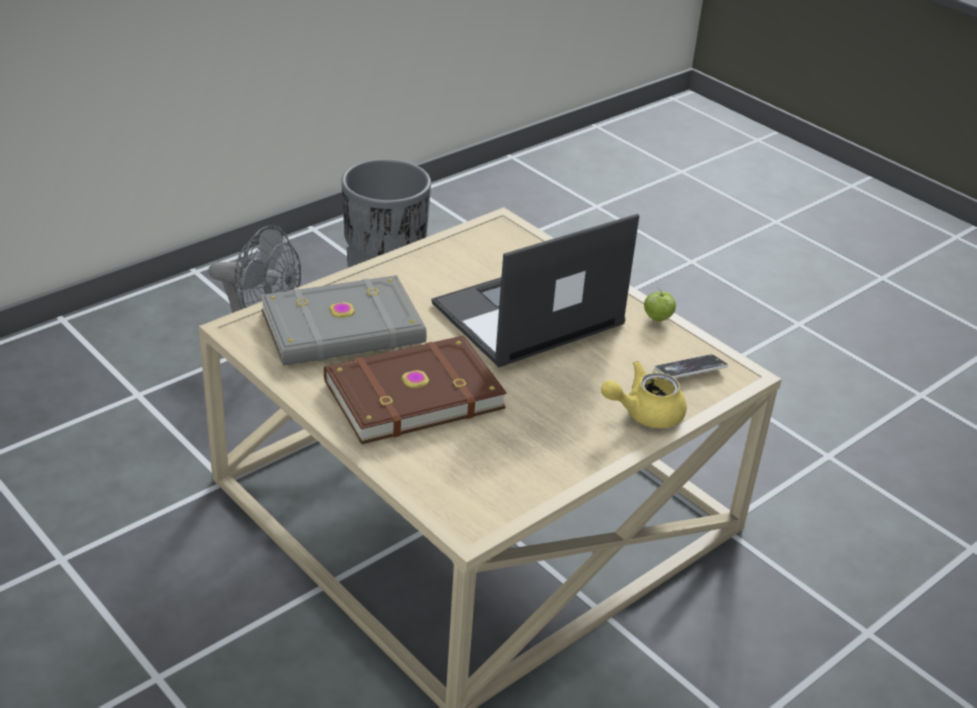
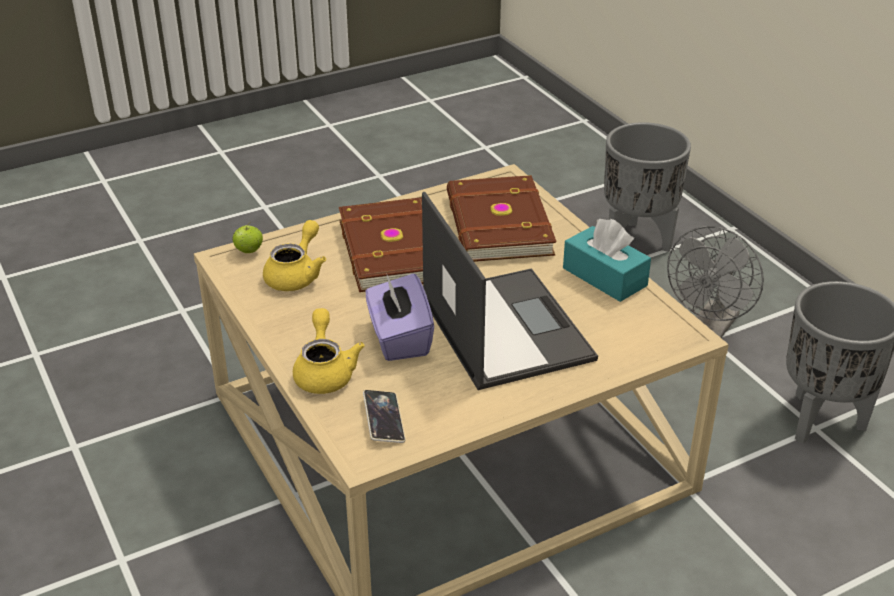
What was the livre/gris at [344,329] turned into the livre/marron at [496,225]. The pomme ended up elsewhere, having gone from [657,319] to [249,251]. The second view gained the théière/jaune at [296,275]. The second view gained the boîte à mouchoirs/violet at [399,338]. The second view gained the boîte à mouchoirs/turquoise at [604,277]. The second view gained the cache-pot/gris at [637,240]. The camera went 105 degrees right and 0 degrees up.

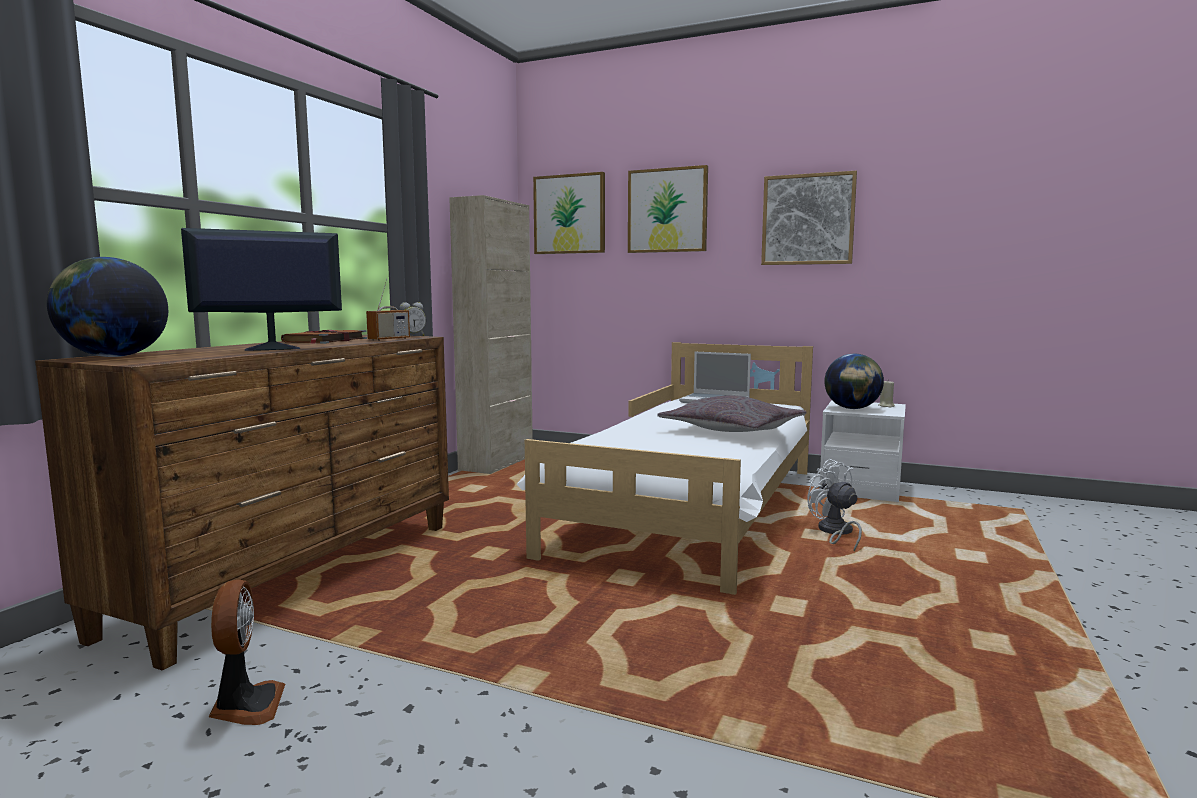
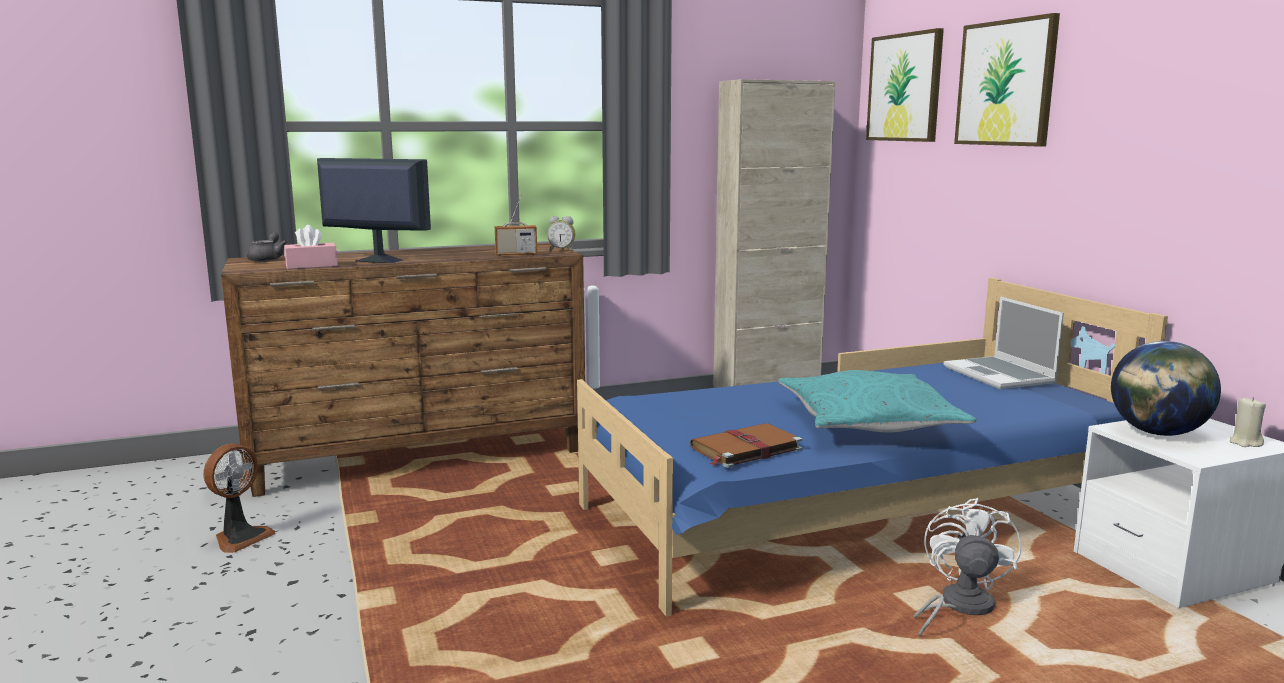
Where the globe stood at [114,356], the théière/gris came to stand at [267,259]. The livre/marron ended up elsewhere, having gone from [325,340] to [744,449]. What was the lit/blanc at [695,509] turned into the lit/bleu at [853,514]. What was the coussin/gris at [731,430] turned into the coussin/turquoise at [868,421]. The second view lost the tableau at [808,219]. The second view gained the boîte à mouchoirs/rose at [311,265]. The camera went 45 degrees right and 5 degrees up.

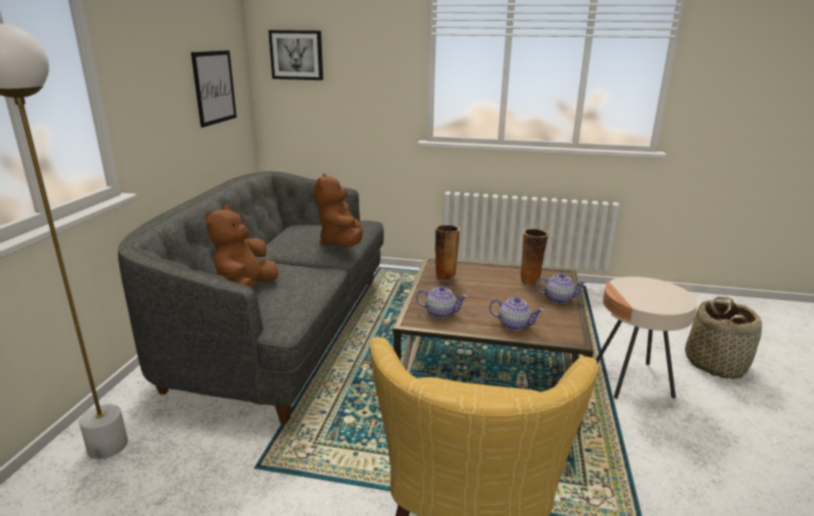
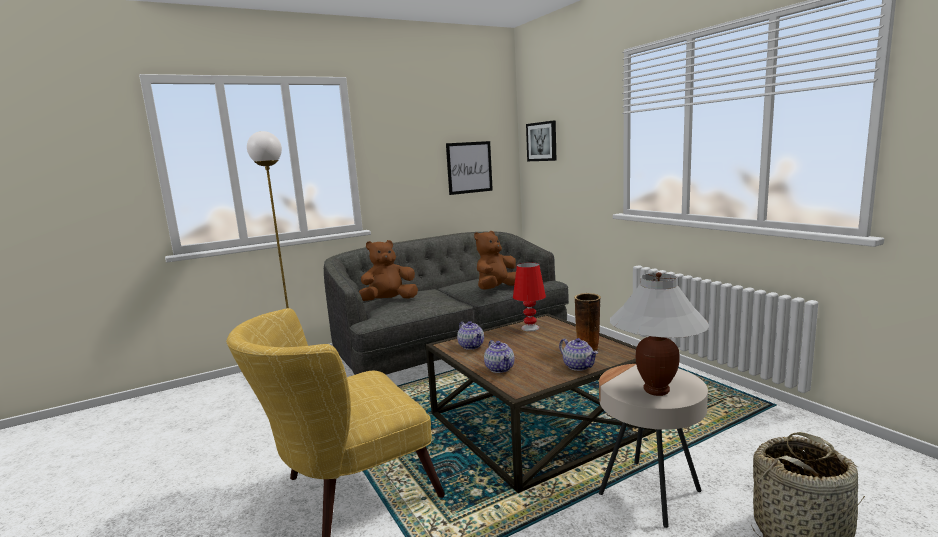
Where the vase stood at [445,277], the lampe de table/rouge came to stand at [530,328]. The second view gained the lampe de table/blanc at [656,390]. The camera went 50 degrees right and 10 degrees down.

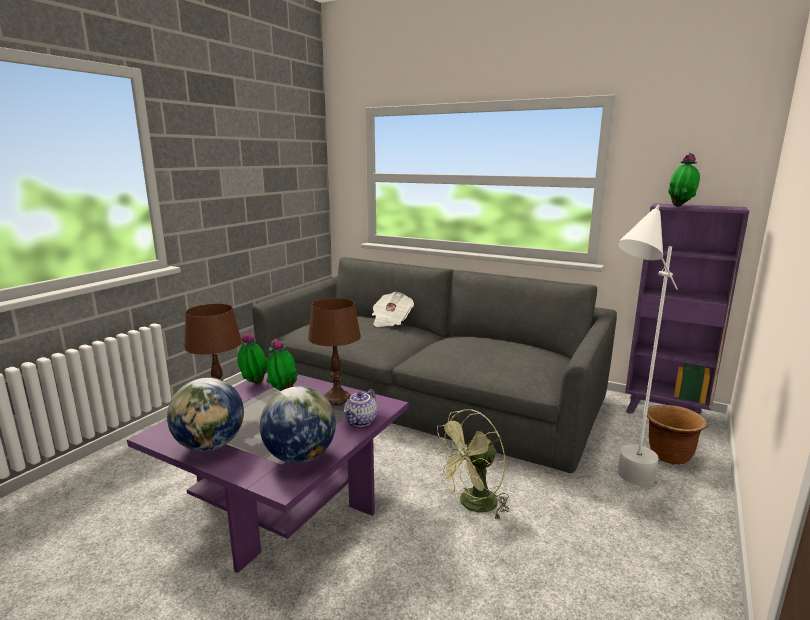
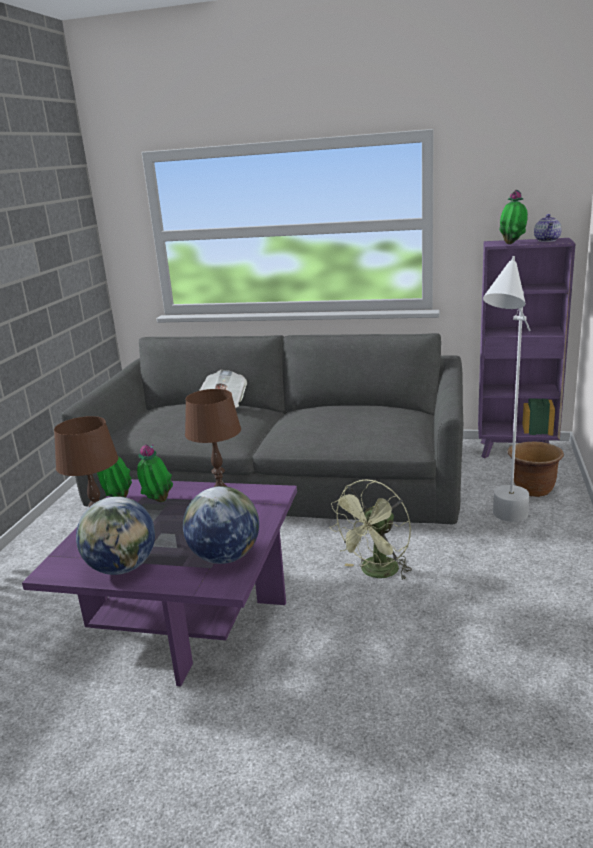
The théière ended up elsewhere, having gone from [361,421] to [547,240]. The camera went 15 degrees left and 5 degrees up.

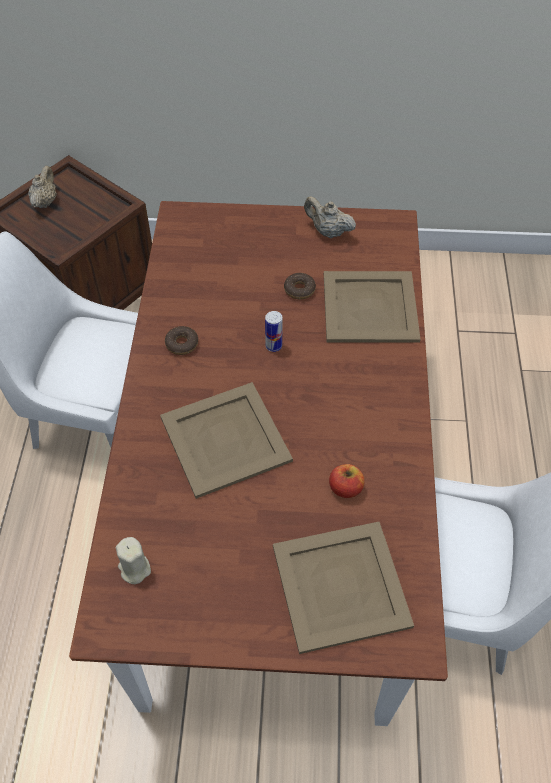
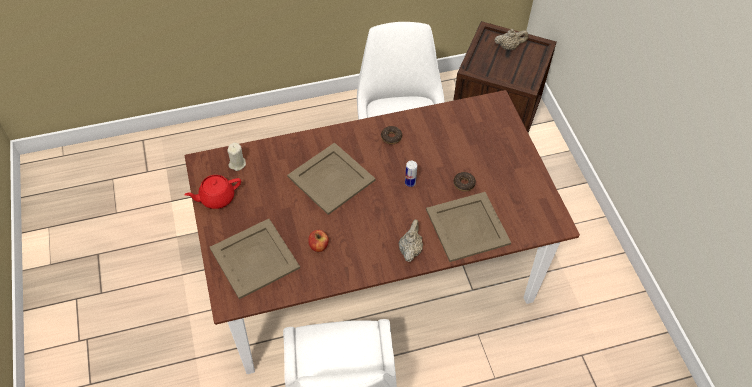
The théière/beige ended up elsewhere, having gone from [328,232] to [410,249]. The second view gained the théière/rouge at [216,198]. The camera went 70 degrees right and 0 degrees up.

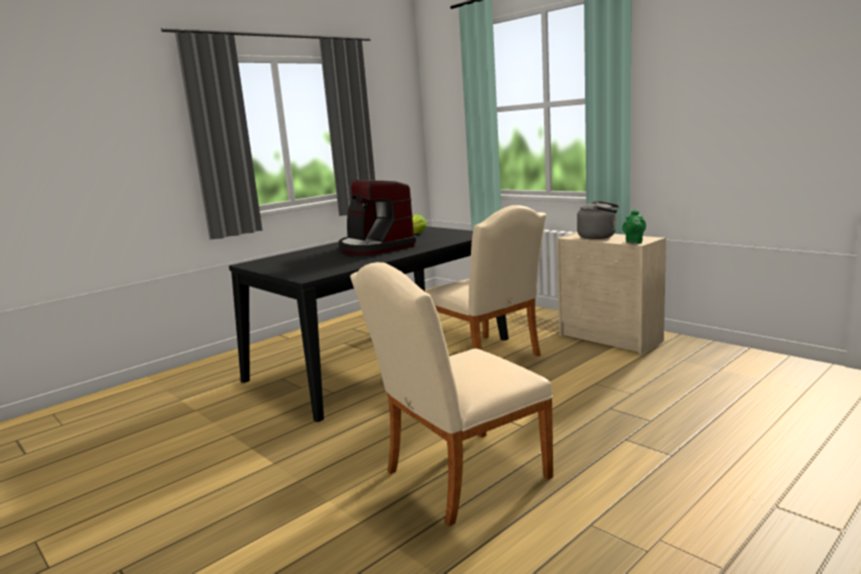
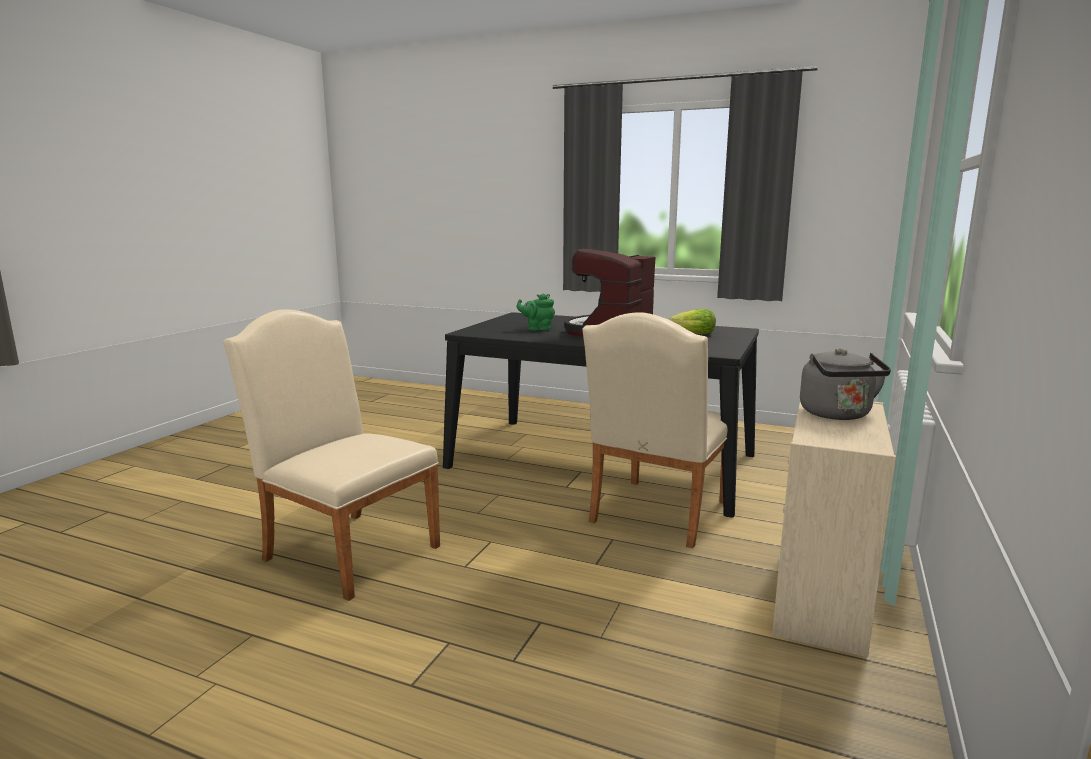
The théière/vert ended up elsewhere, having gone from [633,242] to [537,329]. The camera went 65 degrees right and 0 degrees up.

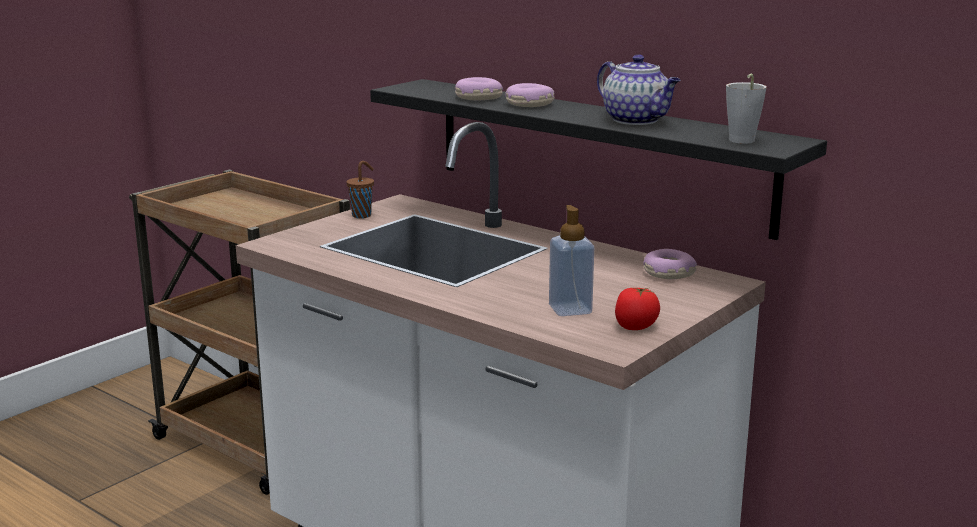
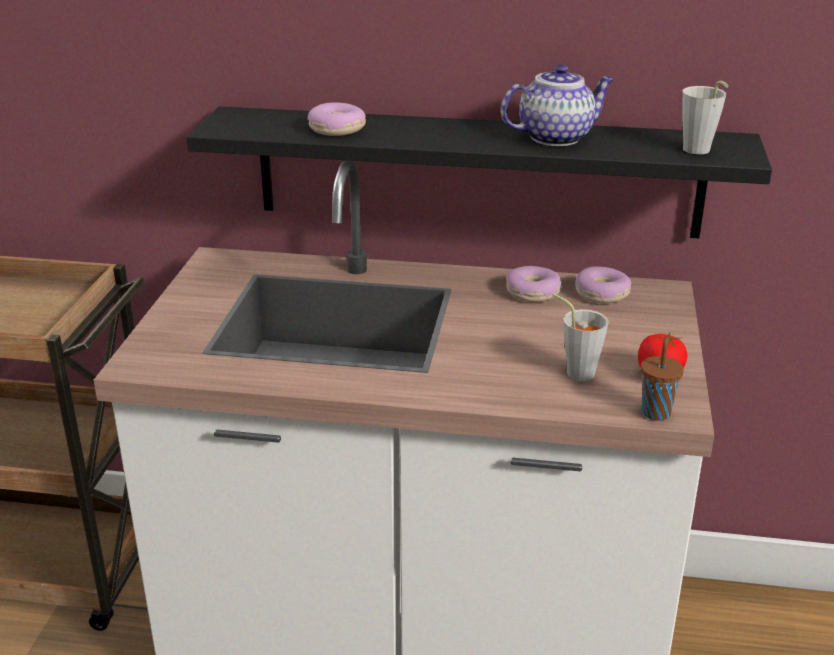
The tasse/marron ended up elsewhere, having gone from [362,215] to [656,412]. The beignet ended up elsewhere, having gone from [529,104] to [533,293]. Where the distributeur de savon stood at [570,309], the tasse/gris came to stand at [575,371]. The théière at [637,120] ended up facing another way, 45 degrees counterclockwise from before. The camera went 30 degrees left and 10 degrees up.

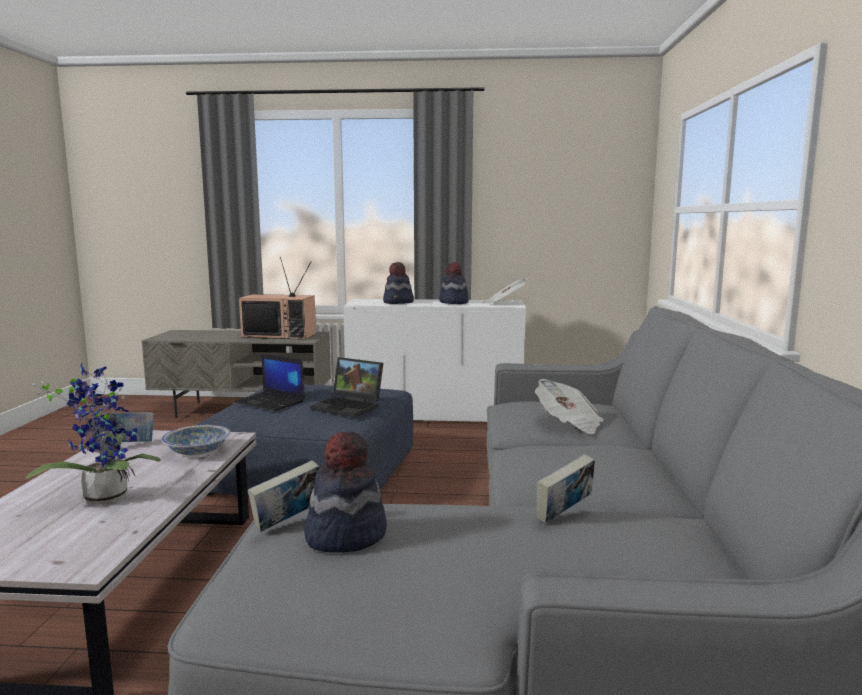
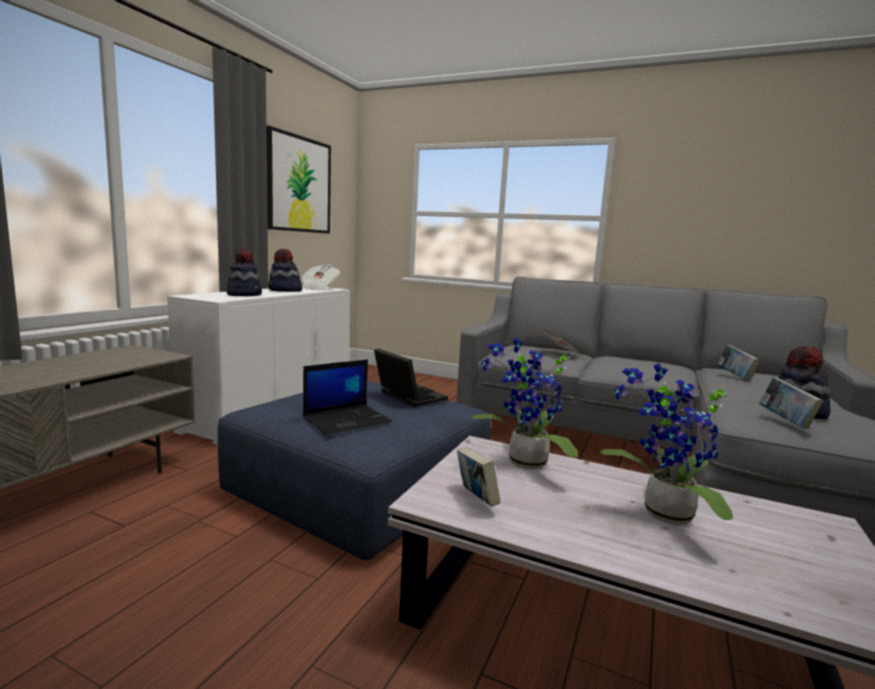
Where the bol stood at [197,451], the plante en pot came to stand at [523,464]. The second view lost the téléviseur at [280,335]. The ordinateur portable at [350,406] ended up facing another way, 90 degrees counterclockwise from before. The second view gained the tableau at [299,184]. The camera went 70 degrees left and 0 degrees up.

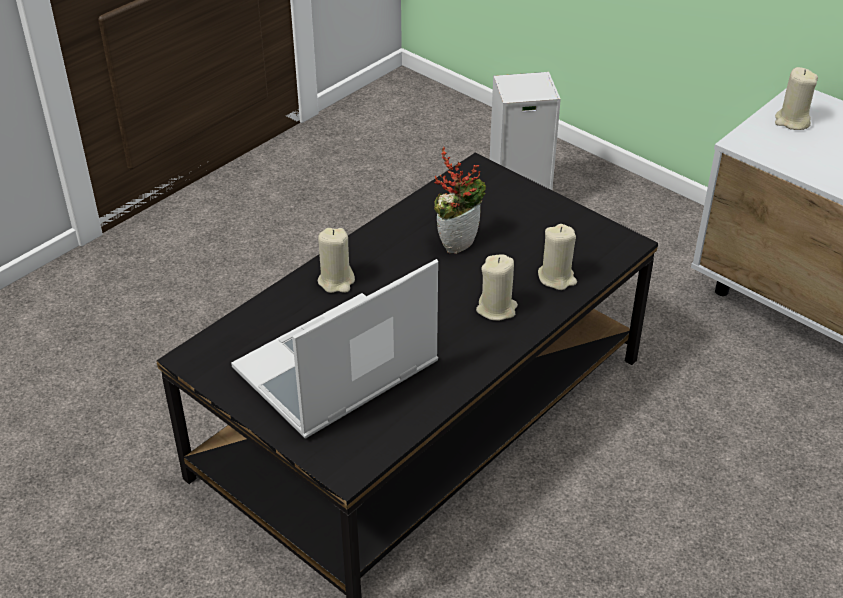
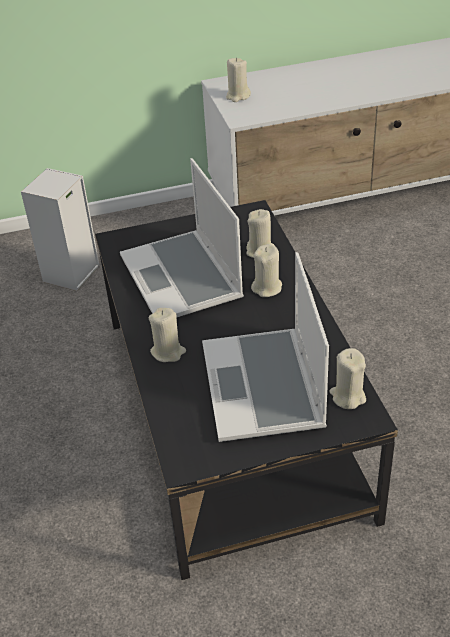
Where the plante en pot stood at [457,242], the ordinateur portable came to stand at [183,278]. The second view gained the bougie/beige at [347,396]. The camera went 55 degrees left and 0 degrees up.

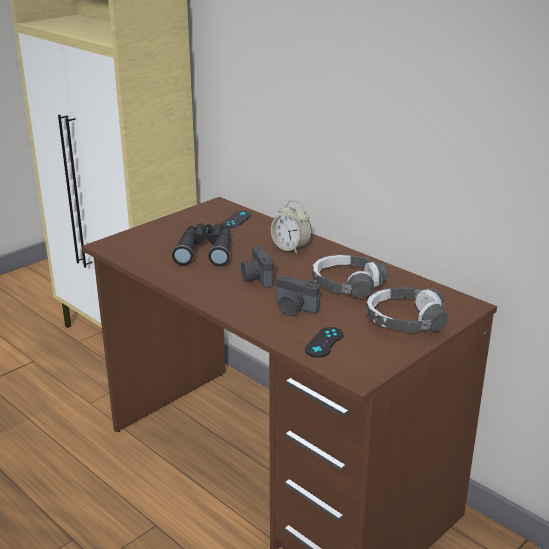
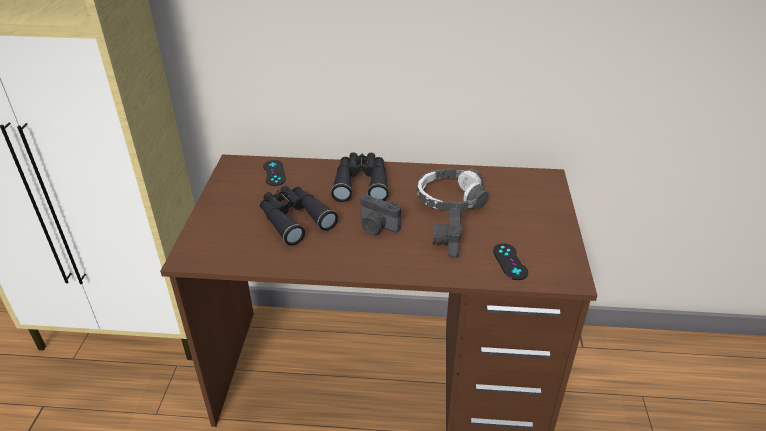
Where the réveil stood at [291,248], the jumelles/noir came to stand at [361,183]. The appareil photo at [294,309] ended up facing another way, 105 degrees clockwise from before. The second view lost the casque audio at [404,320]. The camera went 40 degrees left and 10 degrees up.

